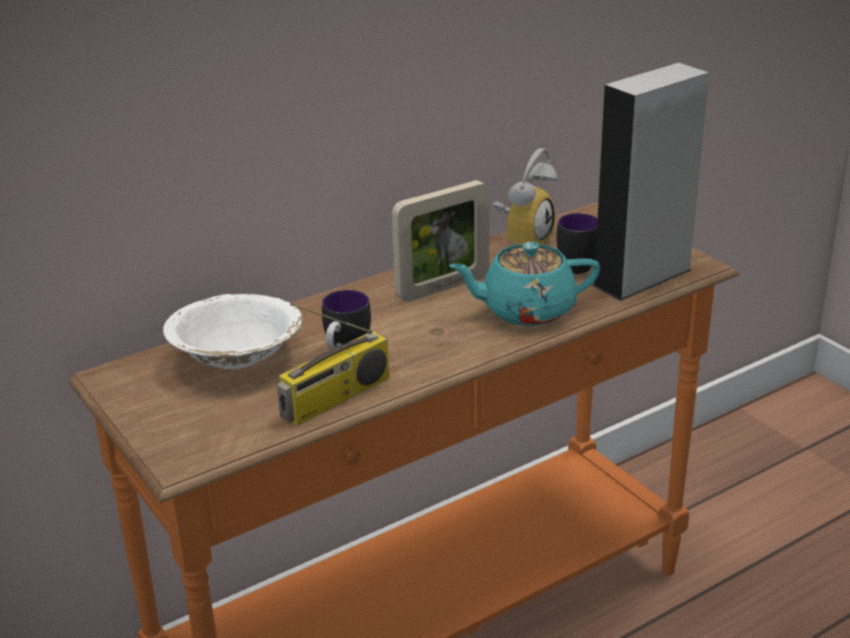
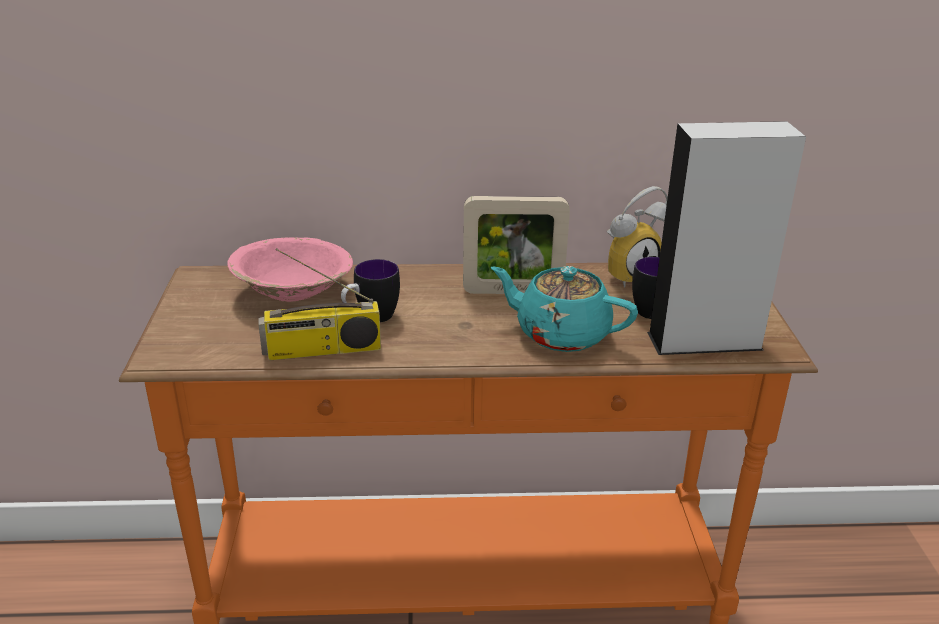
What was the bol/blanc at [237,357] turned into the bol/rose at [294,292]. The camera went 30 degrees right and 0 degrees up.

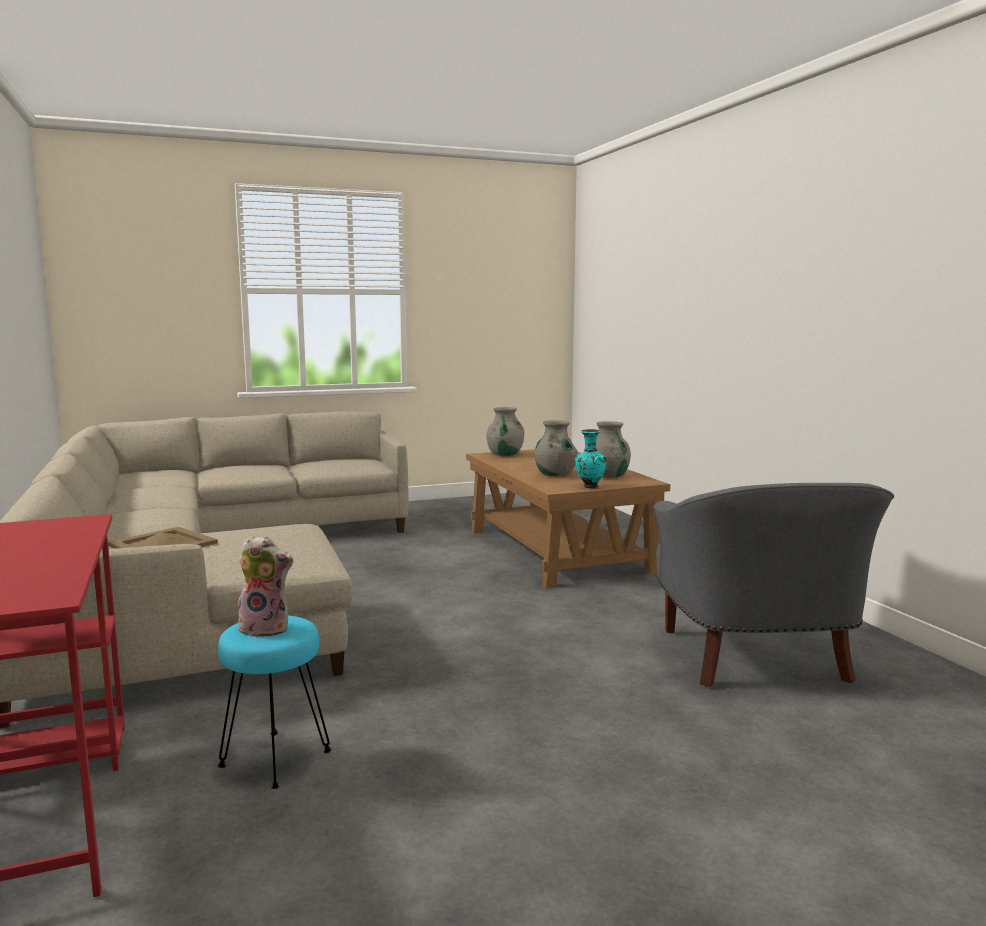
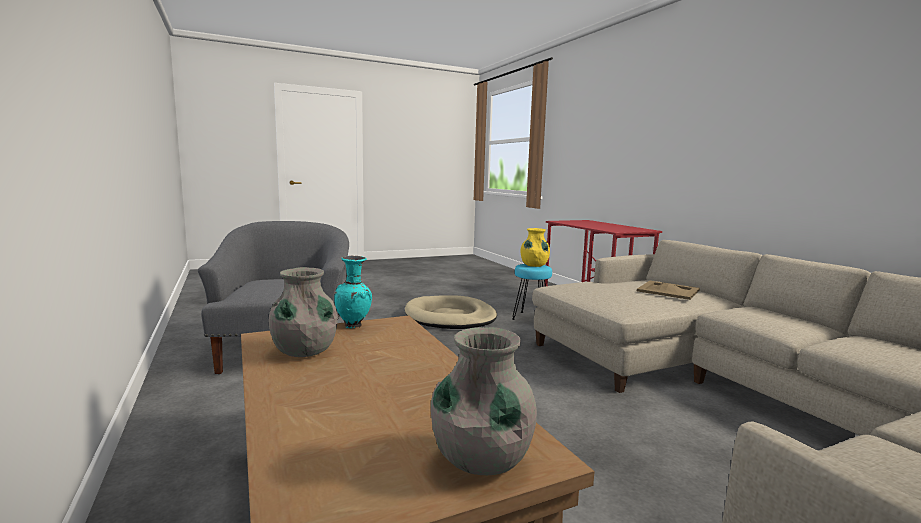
Where the peluche stood at [267,628], the vase/jaune came to stand at [534,265]. The second view lost the vase/gris at [555,475]. The second view gained the panier pour chien/beige at [450,317]. The camera went 175 degrees right and 0 degrees up.

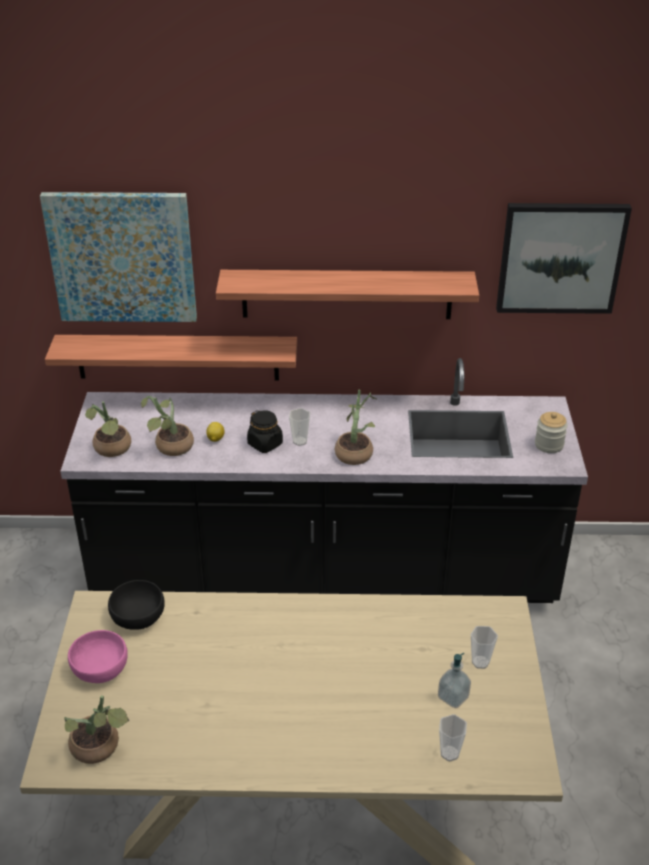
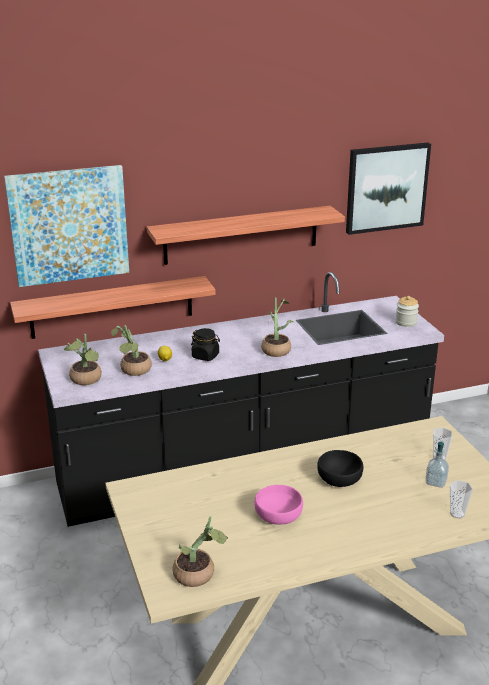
The bol/rose ended up elsewhere, having gone from [100,669] to [279,516]. The bol/noir ended up elsewhere, having gone from [138,616] to [338,479]. The second view lost the tasse at [300,441]. The camera went 20 degrees left and 10 degrees down.

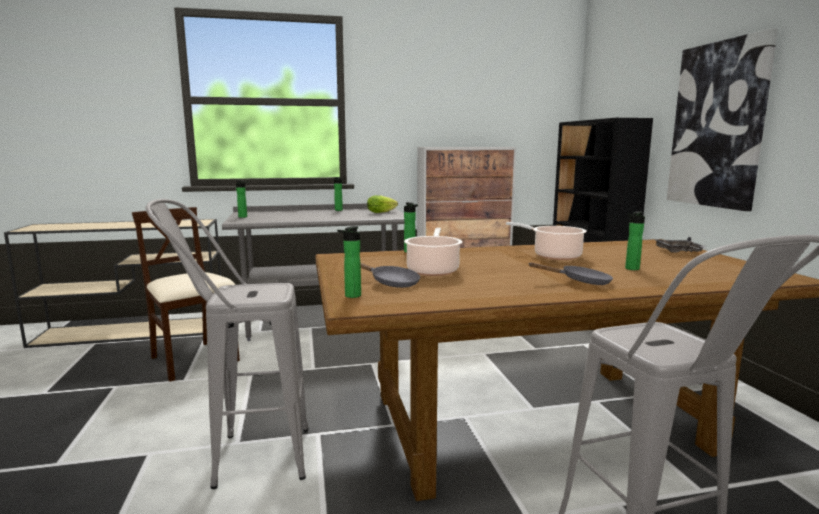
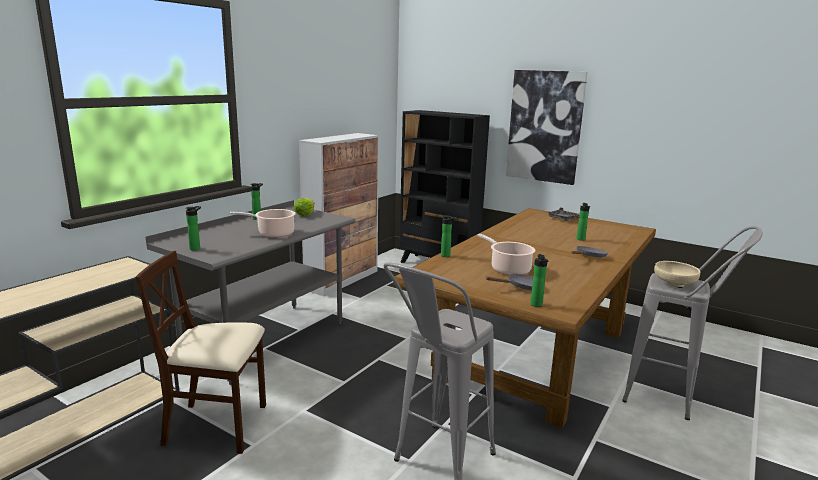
The marmite ended up elsewhere, having gone from [554,256] to [273,233]. The second view gained the bol/beige at [674,283]. The camera went 45 degrees left and 5 degrees up.

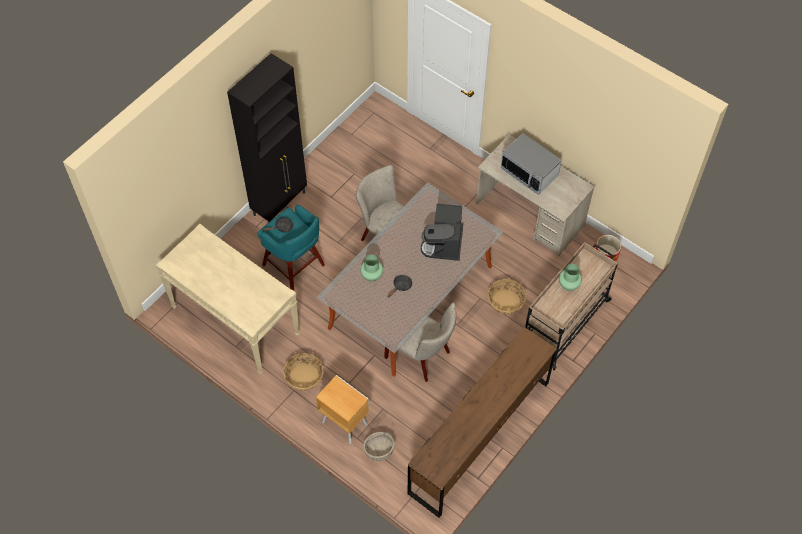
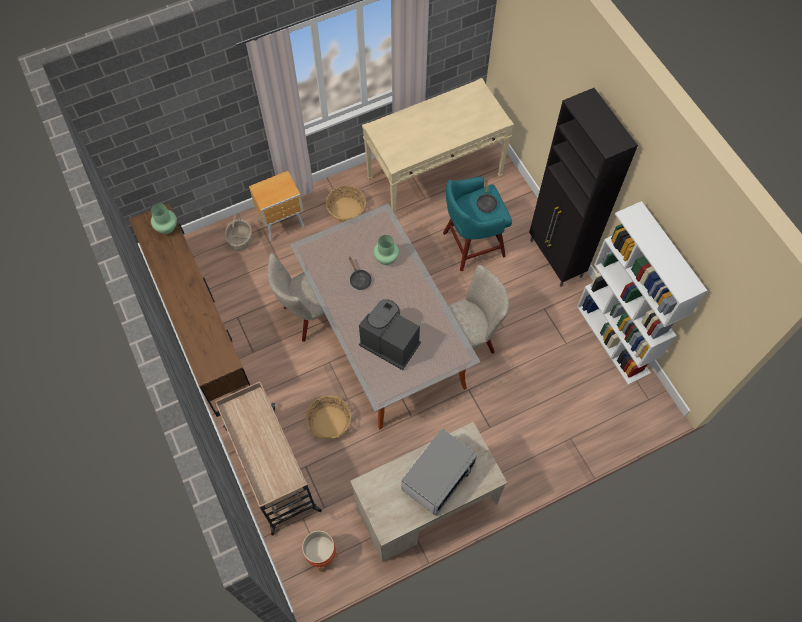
The micro-ondes at [529,172] ended up facing another way, 150 degrees clockwise from before. The vase/vert ended up elsewhere, having gone from [569,285] to [166,228]. The second view gained the bibliothèque/blanc at [613,339]. The camera went 115 degrees right and 5 degrees up.

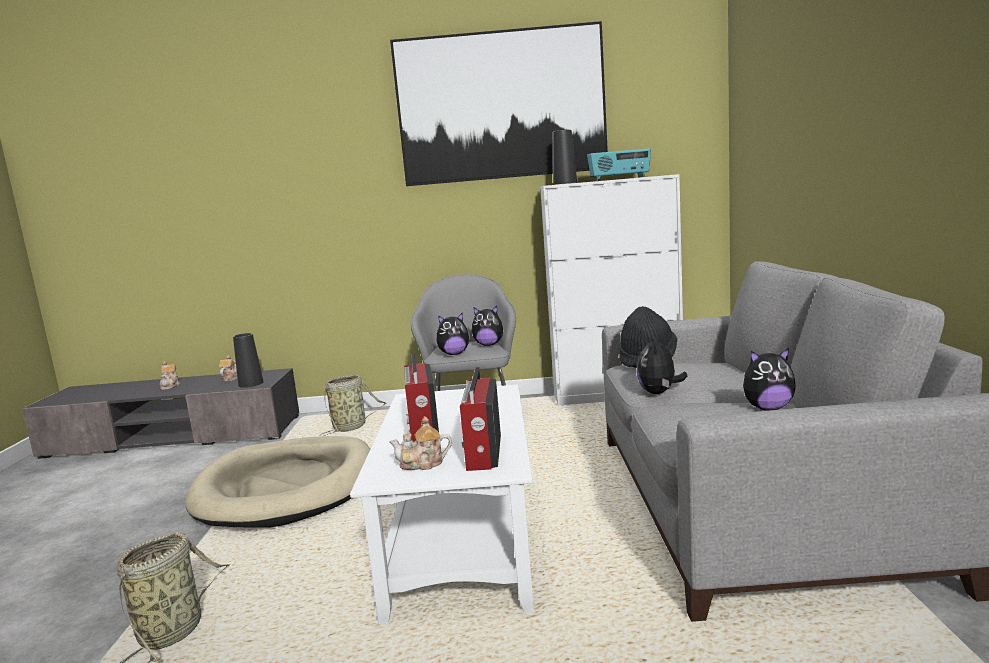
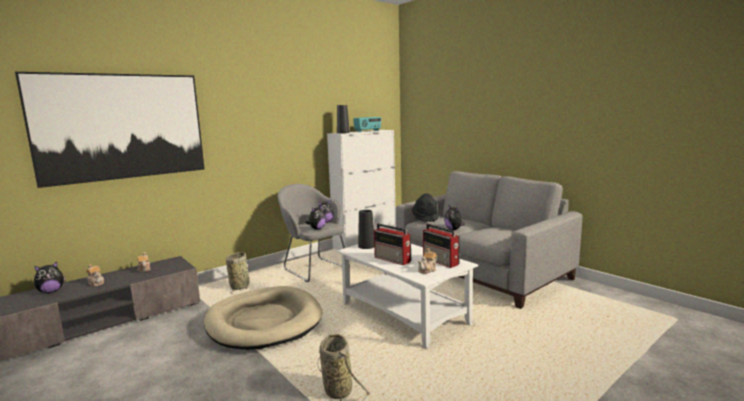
The vase/noir ended up elsewhere, having gone from [251,384] to [366,246]. The tableau ended up elsewhere, having gone from [501,106] to [121,127]. The peluche ended up elsewhere, having gone from [767,408] to [51,291]. The camera went 40 degrees left and 0 degrees up.

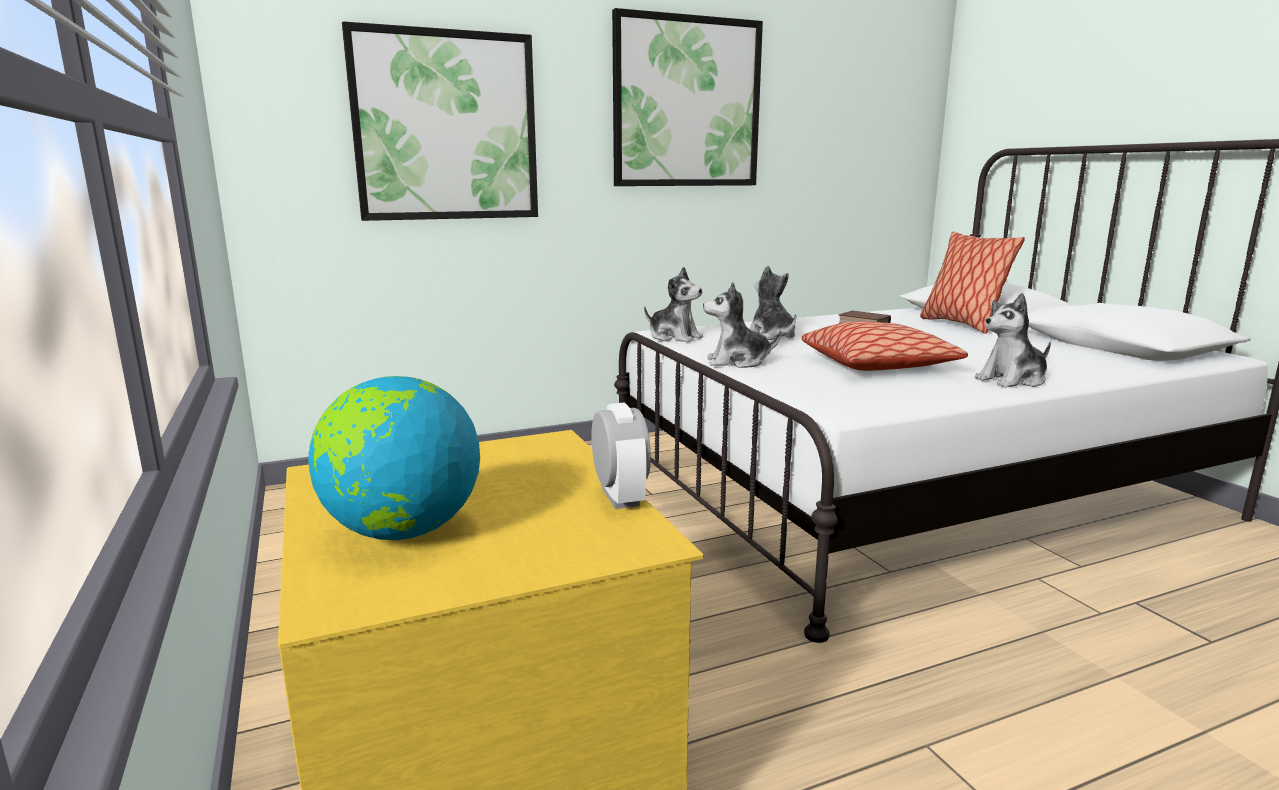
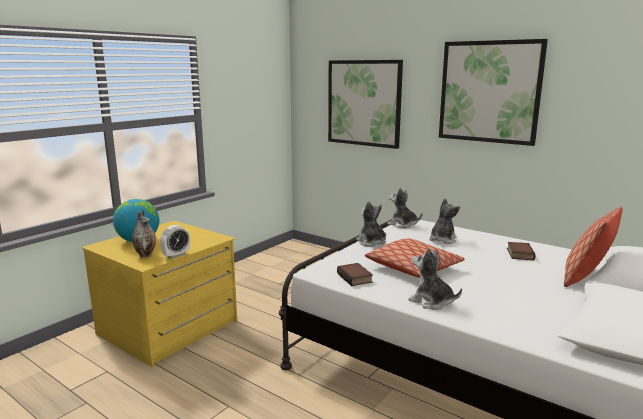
The peluche at [674,337] ended up facing another way, 120 degrees clockwise from before. The second view gained the vase at [145,255]. The second view gained the livre at [355,278]. The camera went 60 degrees right and 0 degrees up.

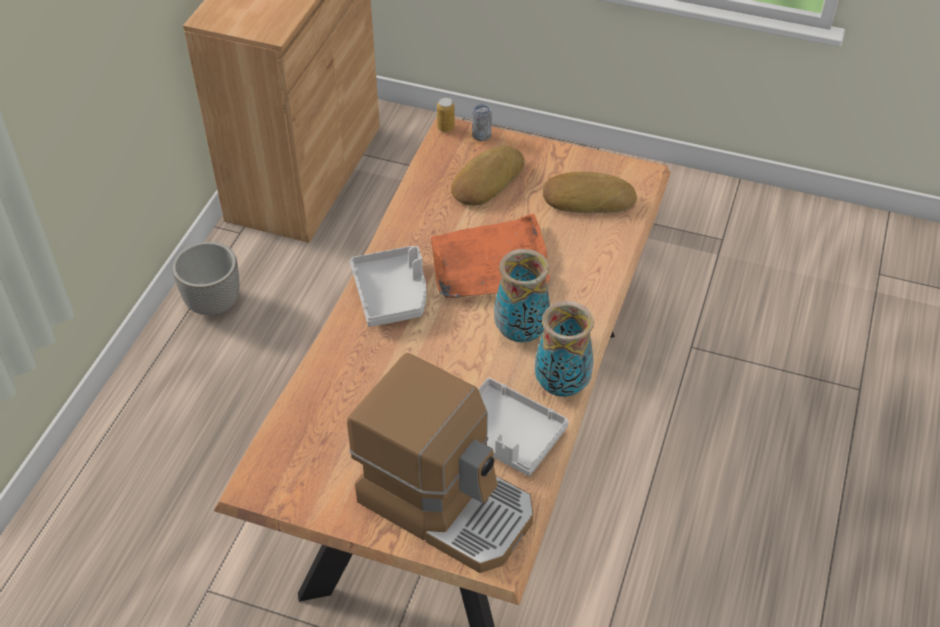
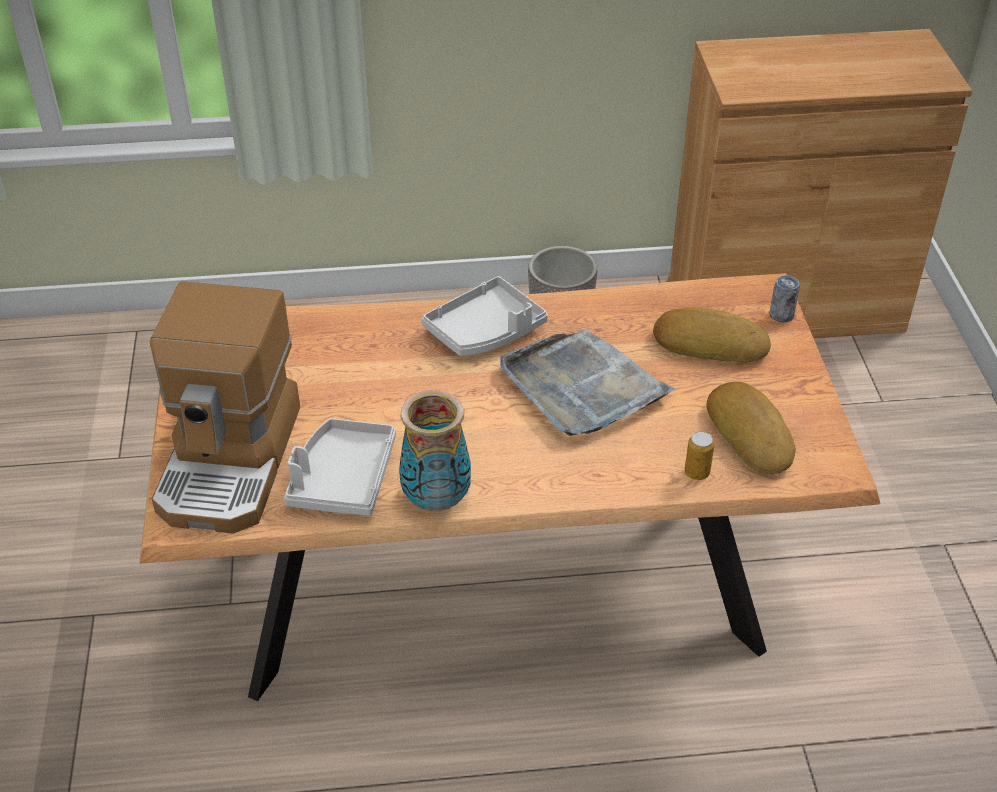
What was the plateau/orange at [490,263] turned into the plateau/gris at [582,387]. The boîte métallique ended up elsewhere, having gone from [446,128] to [697,472]. The second view lost the vase at [521,332]. The camera went 65 degrees right and 5 degrees down.

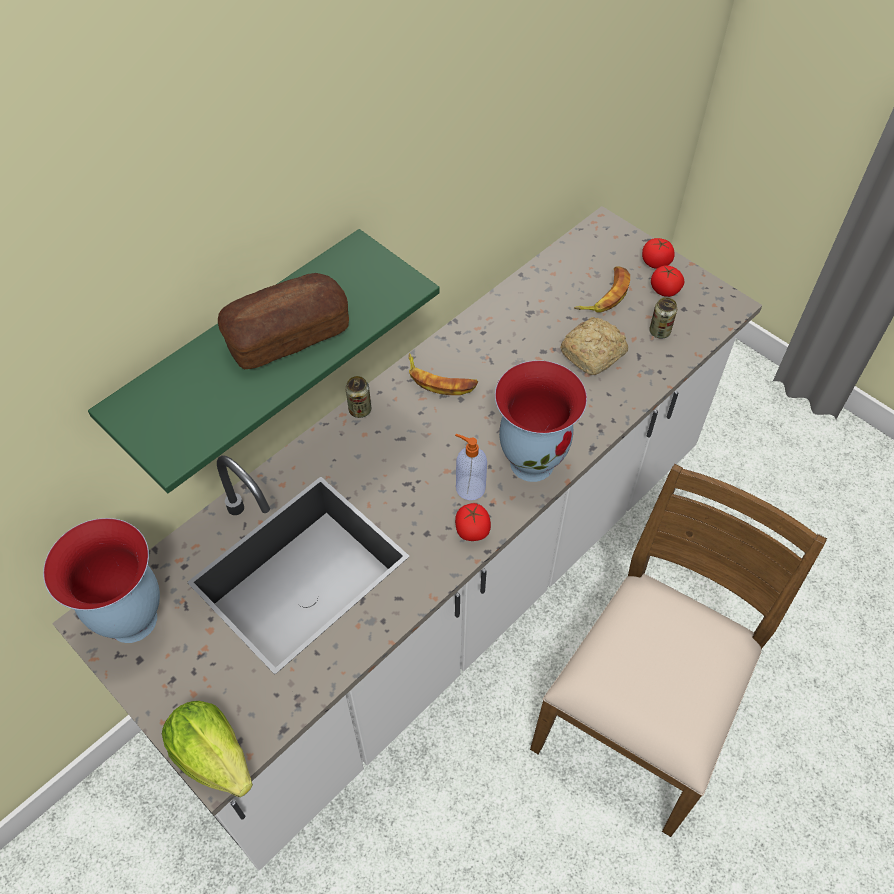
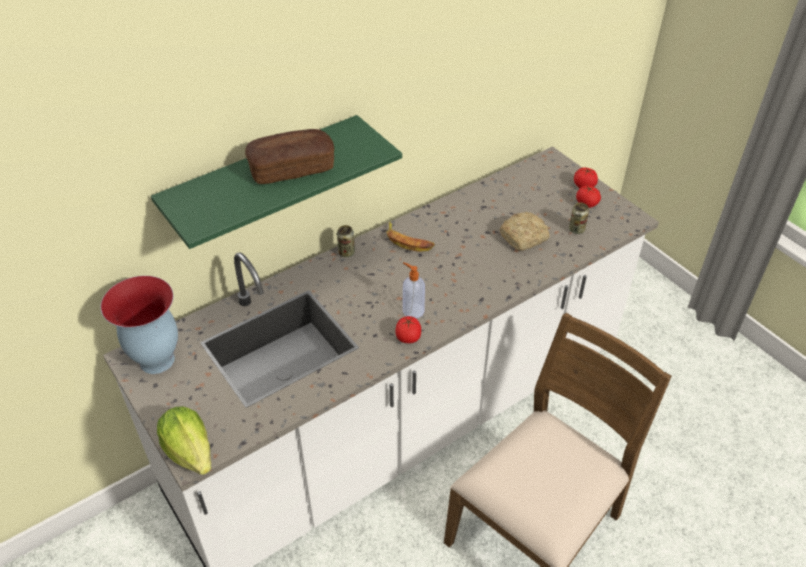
The second view lost the vase at [532,462]. The second view lost the banane at [605,294]. The camera went 10 degrees right and 10 degrees down.

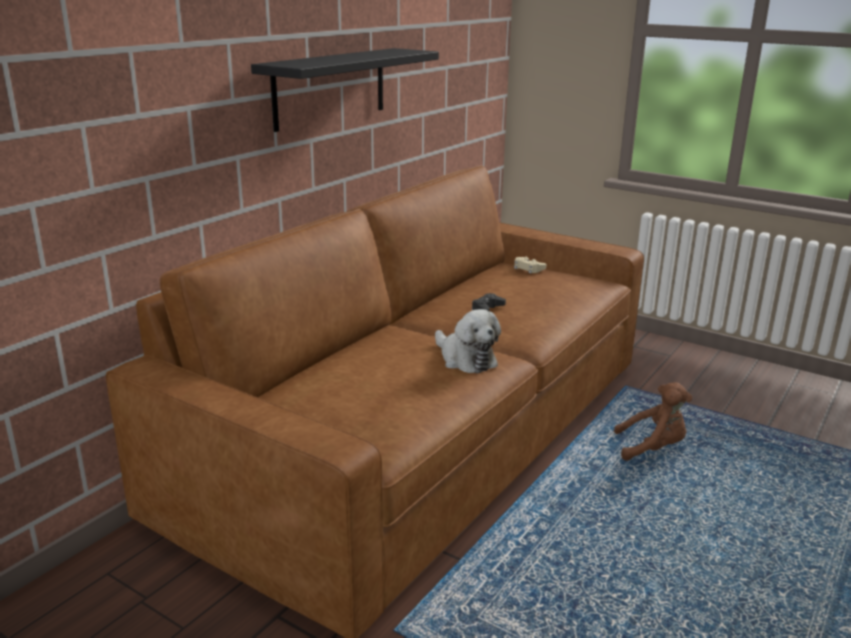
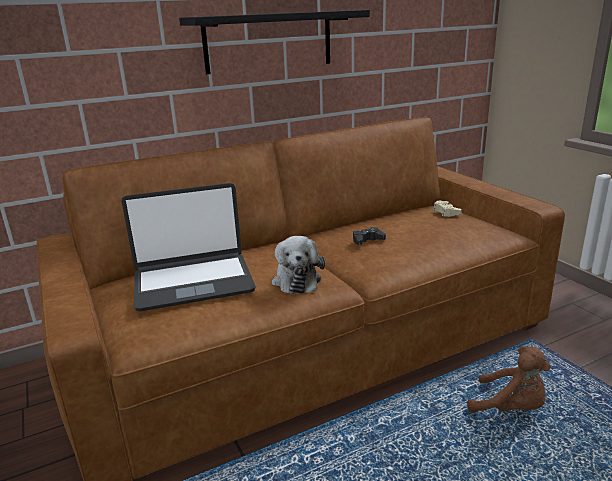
The second view gained the ordinateur portable at [193,282]. The camera went 30 degrees right and 0 degrees up.

